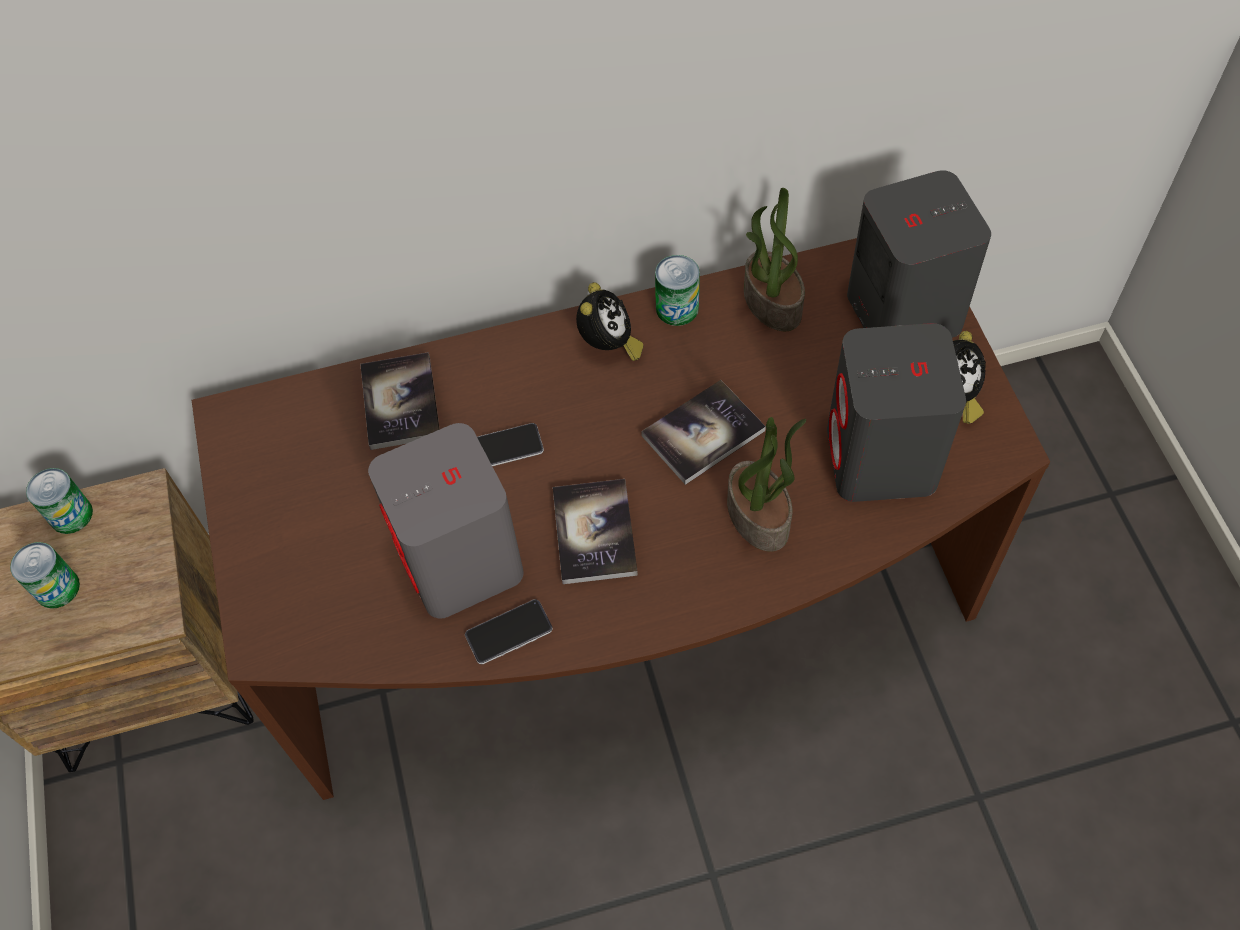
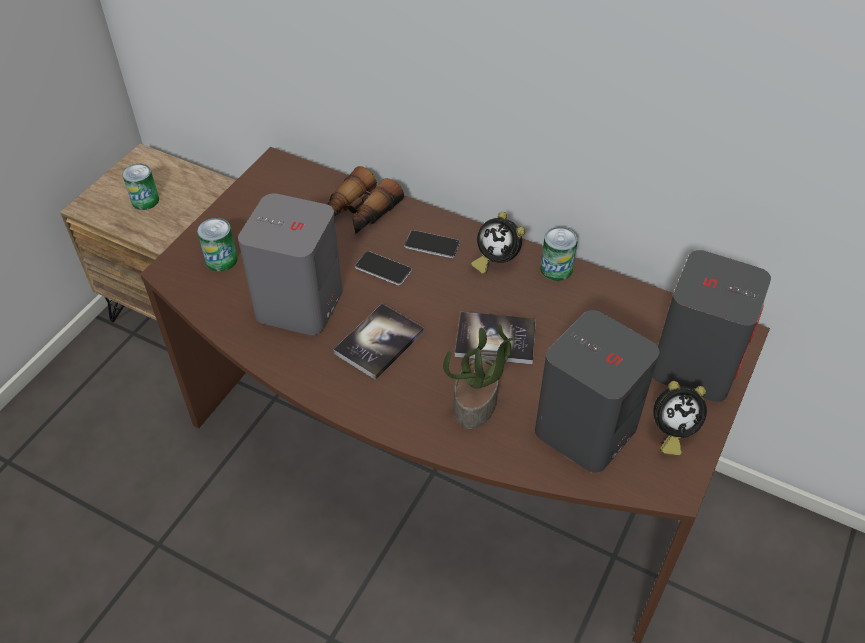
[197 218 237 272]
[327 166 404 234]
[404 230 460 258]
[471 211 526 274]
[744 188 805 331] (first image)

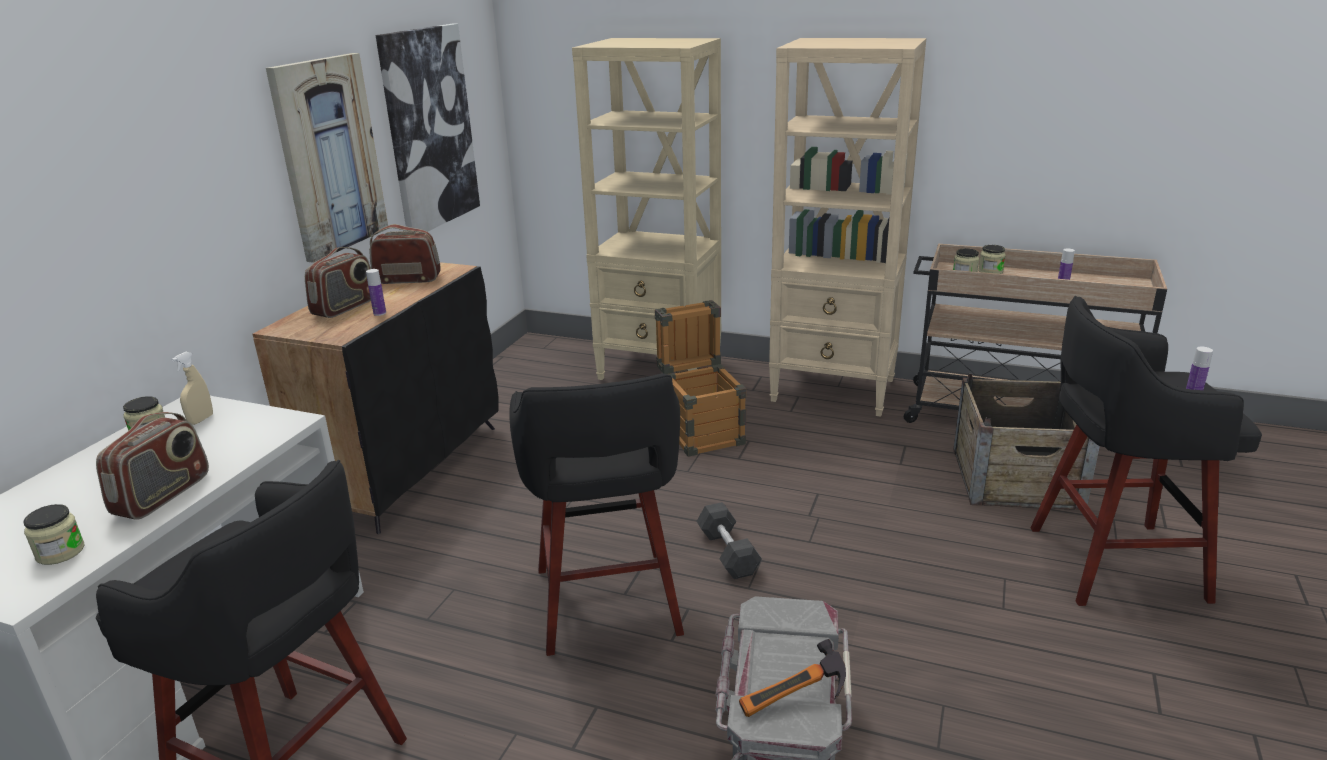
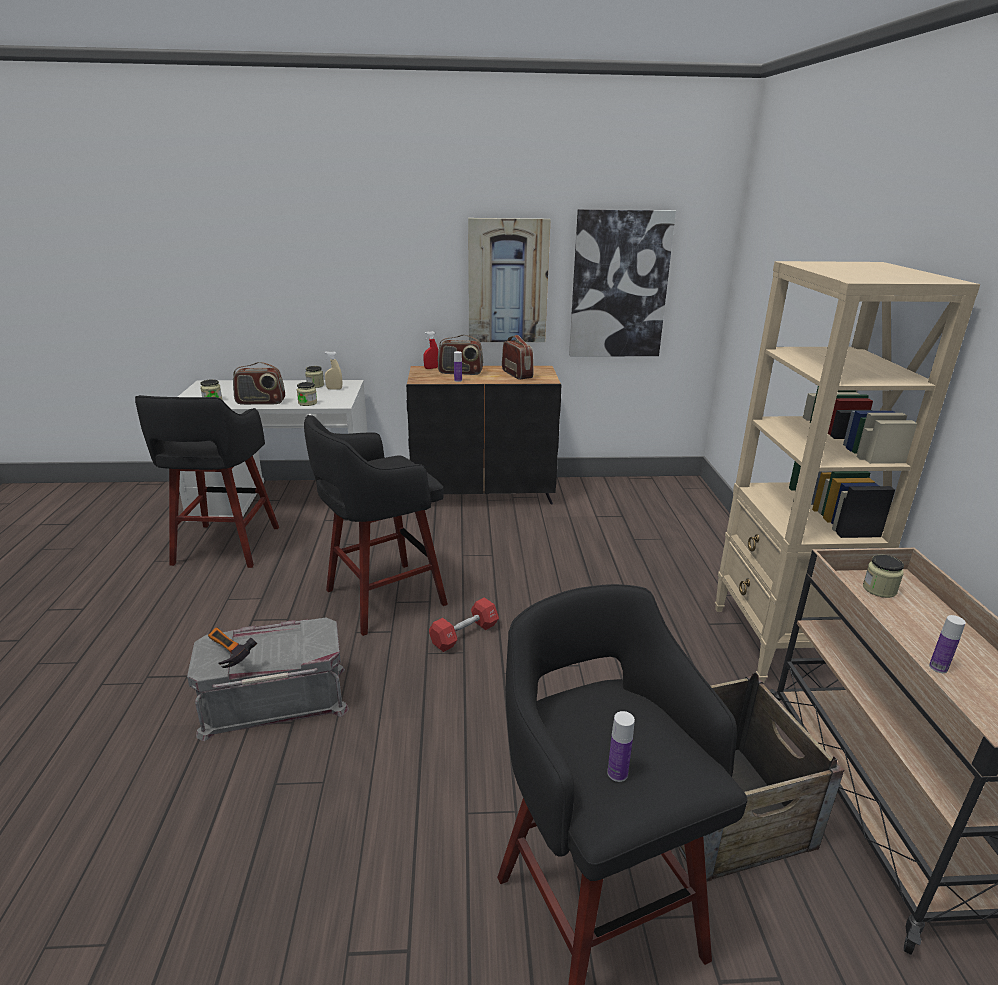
[297 382 317 406]
[423 331 438 369]
[429 597 499 652]
[572 38 721 380] (first image)
[655 300 747 457] (first image)

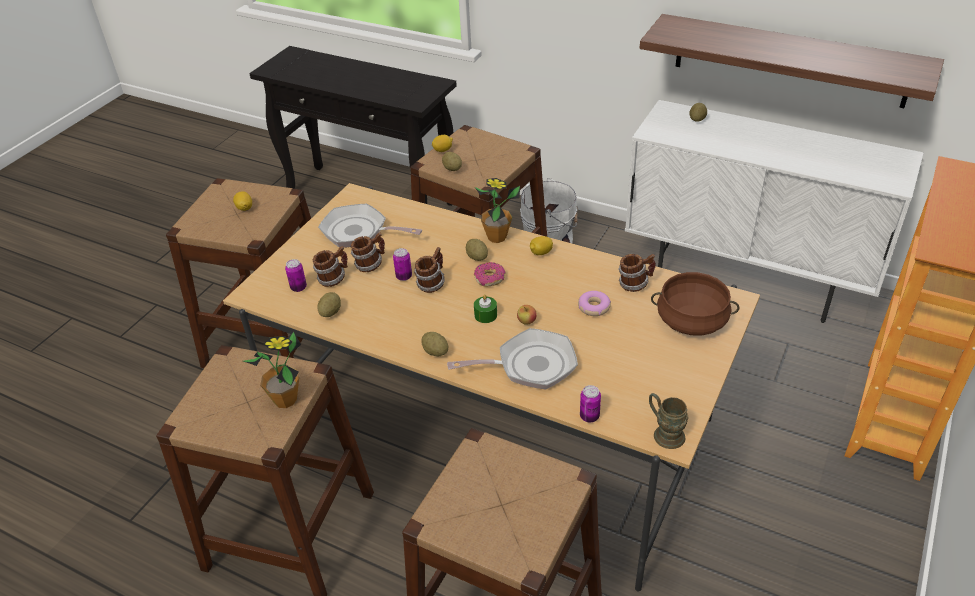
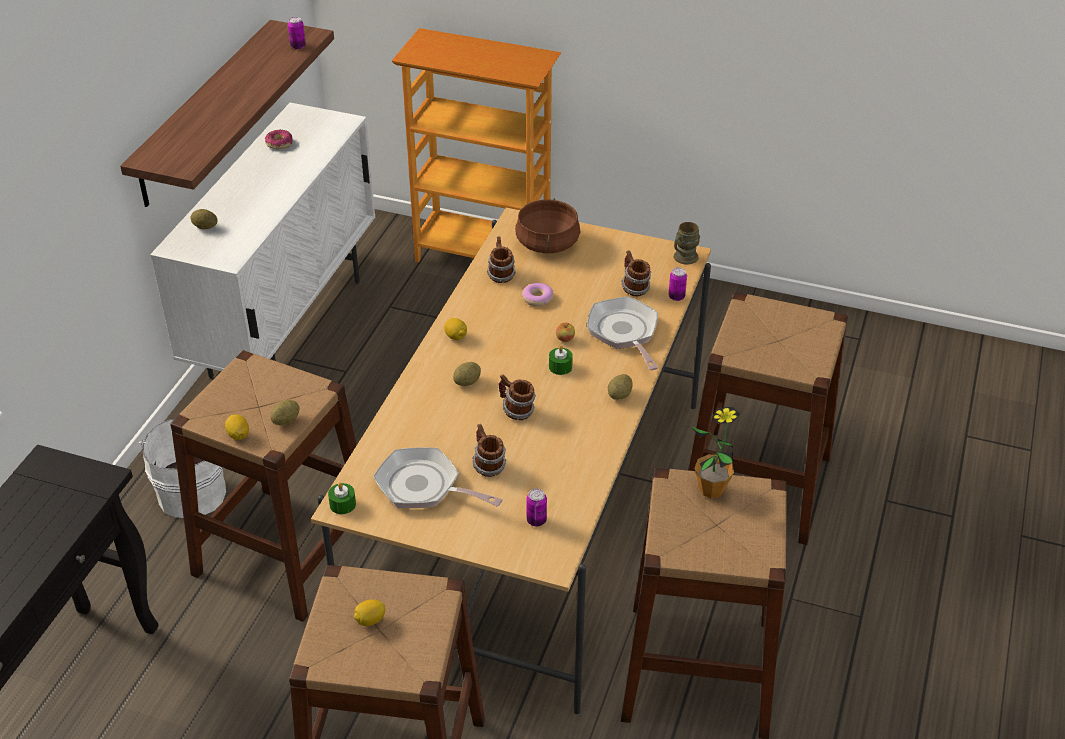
[265 129 293 149]
[288 17 306 49]
[328 482 356 514]
[373 447 503 508]
[621 250 651 296]
[318 292 341 317] (first image)
[475 178 520 243] (first image)

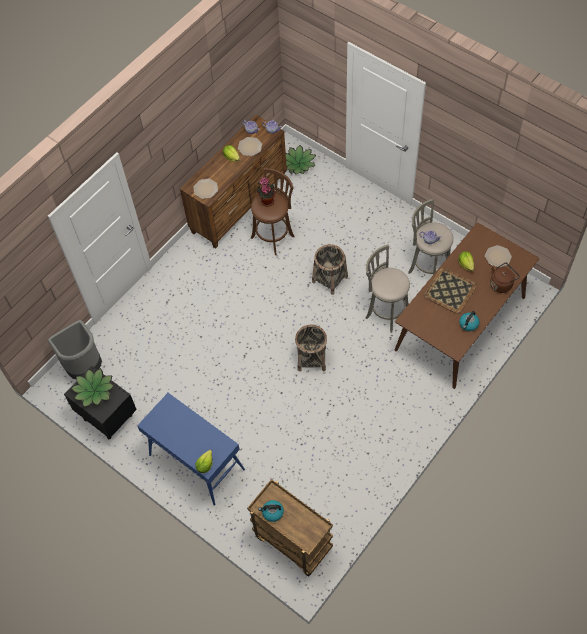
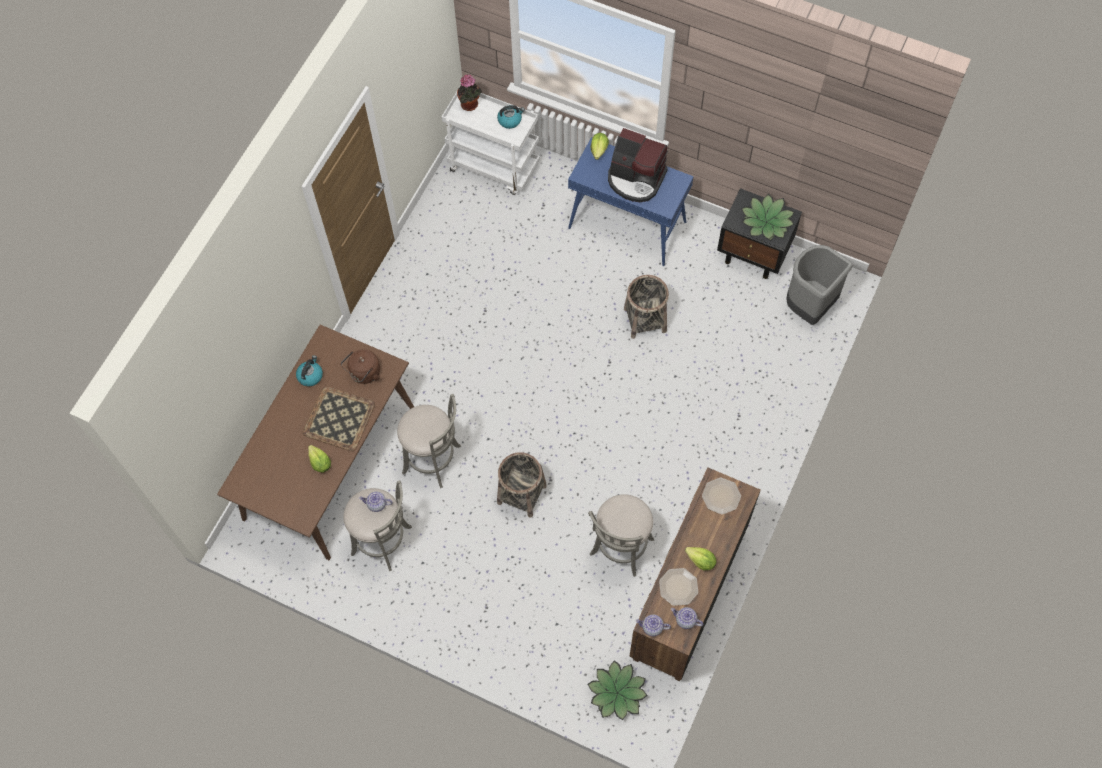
[341 349 380 384]
[441 85 540 195]
[457 74 482 111]
[588 494 654 577]
[608 128 668 202]
[624 275 669 339]
[485 245 512 268] (first image)

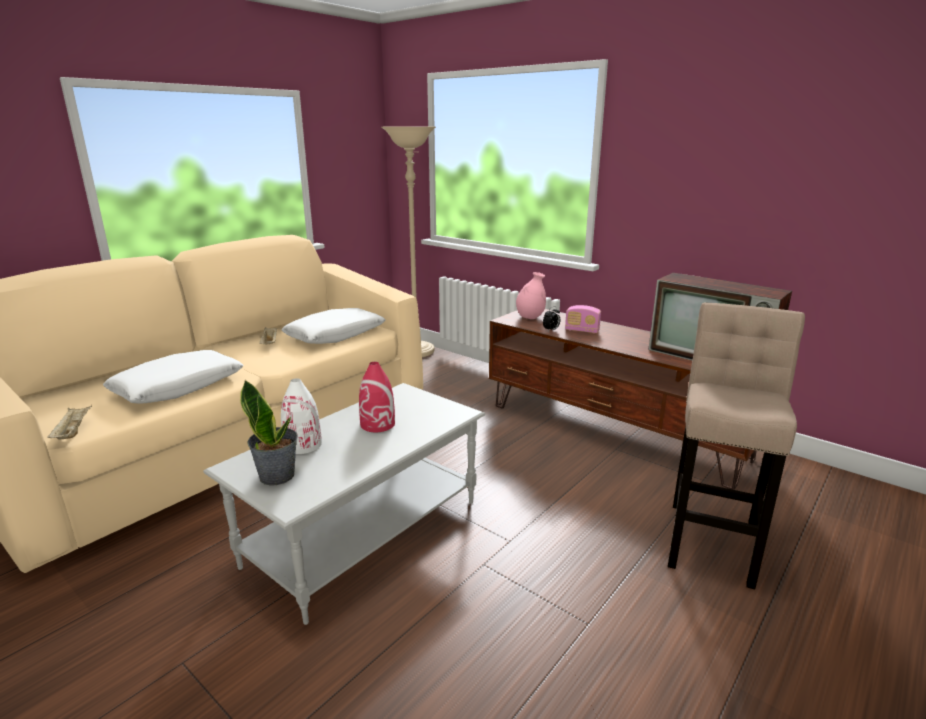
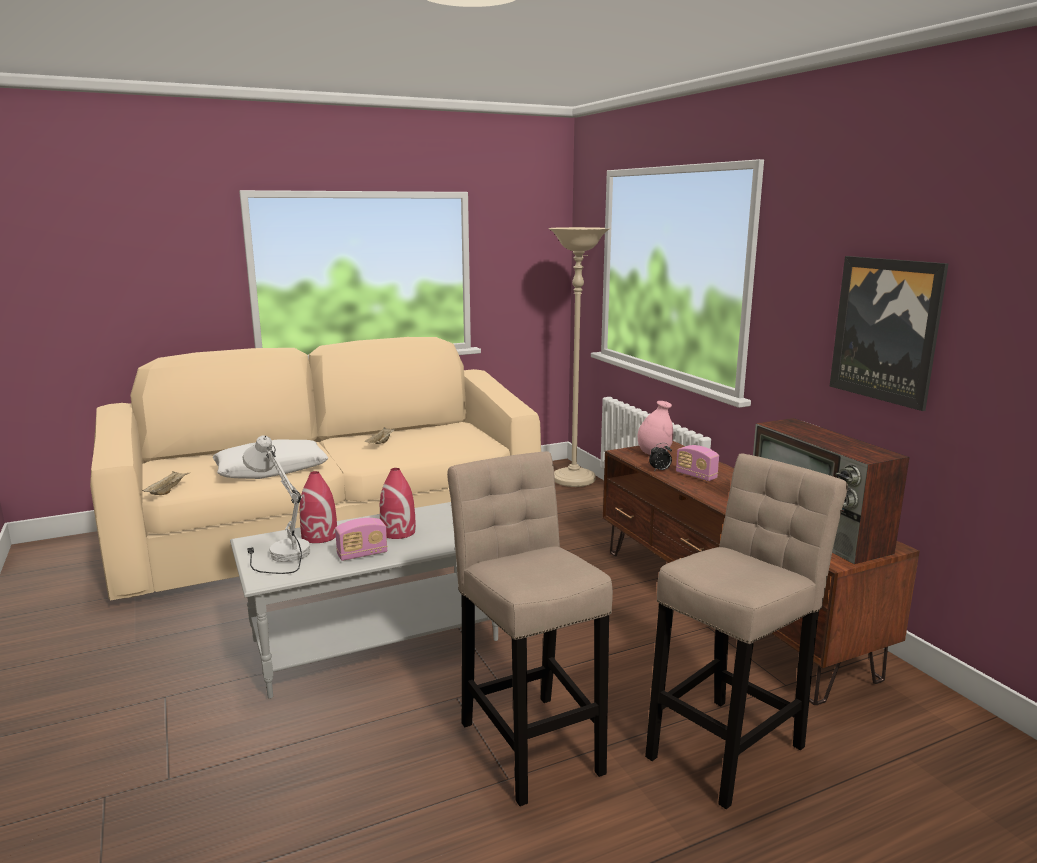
[242 435 310 574]
[300 471 337 543]
[335 518 387 561]
[447 451 613 806]
[830 256 949 411]
[282 308 385 344] (first image)

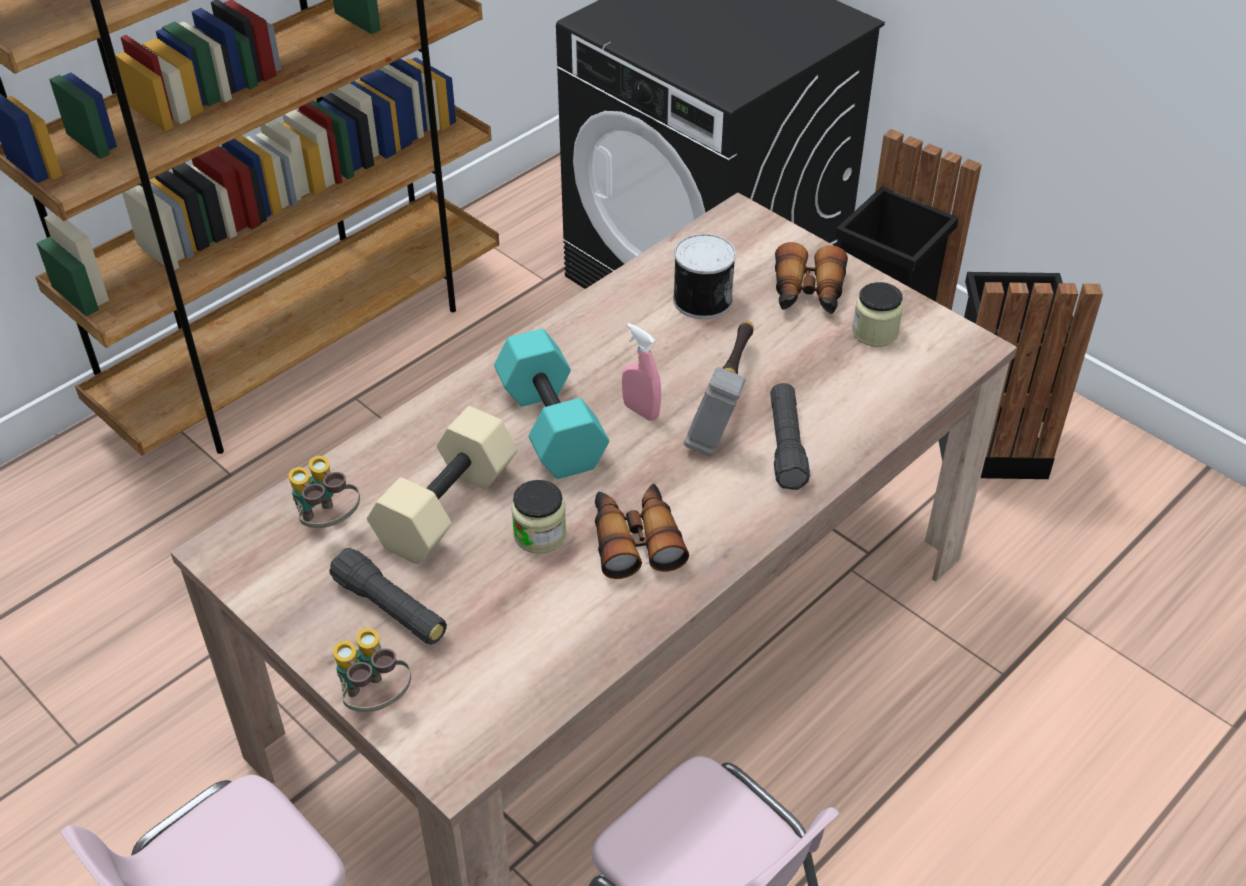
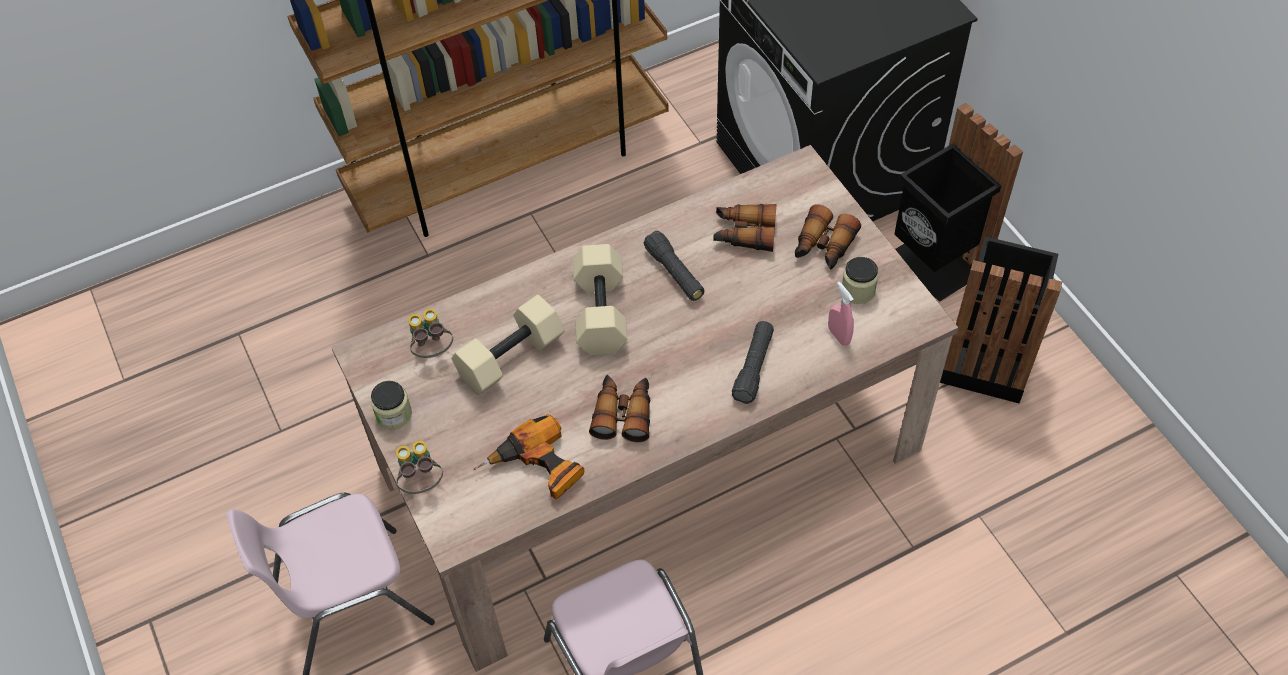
[371 381 412 430]
[473 414 585 499]
[573 244 627 355]
[644 231 705 301]
[713 204 777 252]
[828 281 854 346]
[683 320 754 457] (first image)

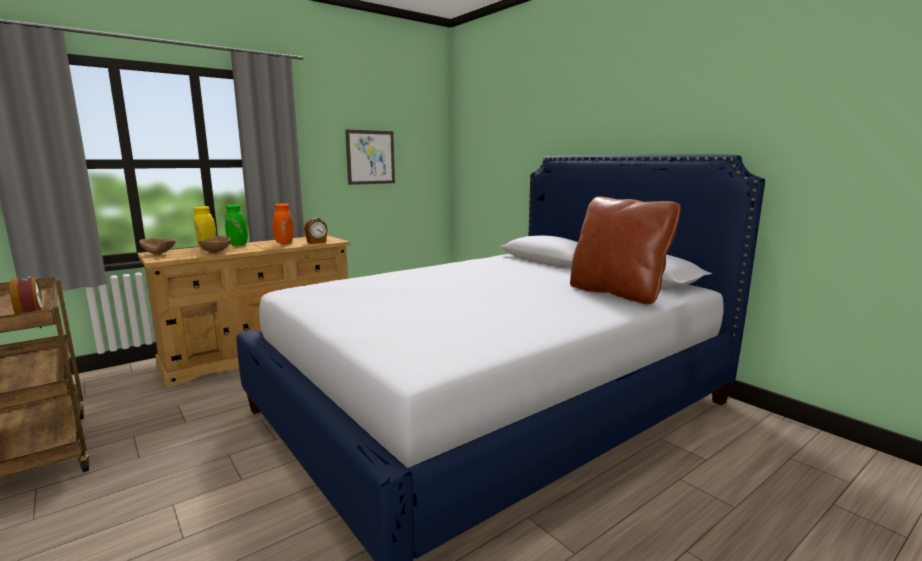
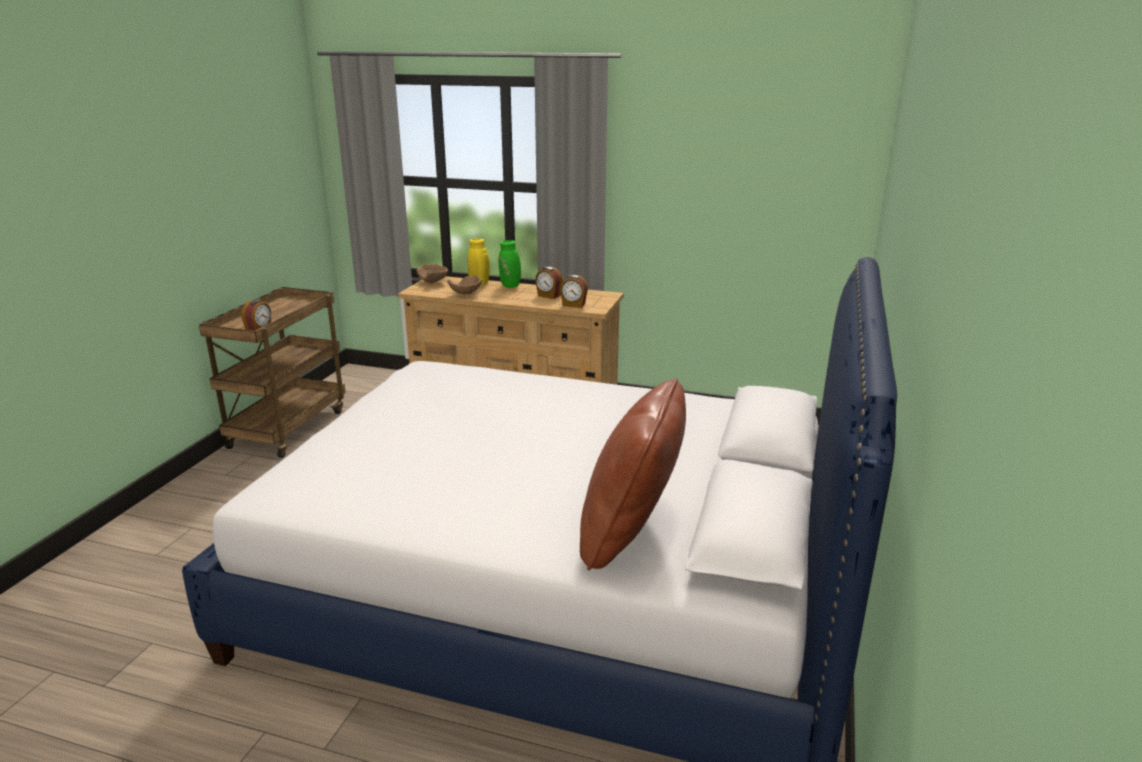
[535 267 563 299]
[345 130 395 185] (first image)

